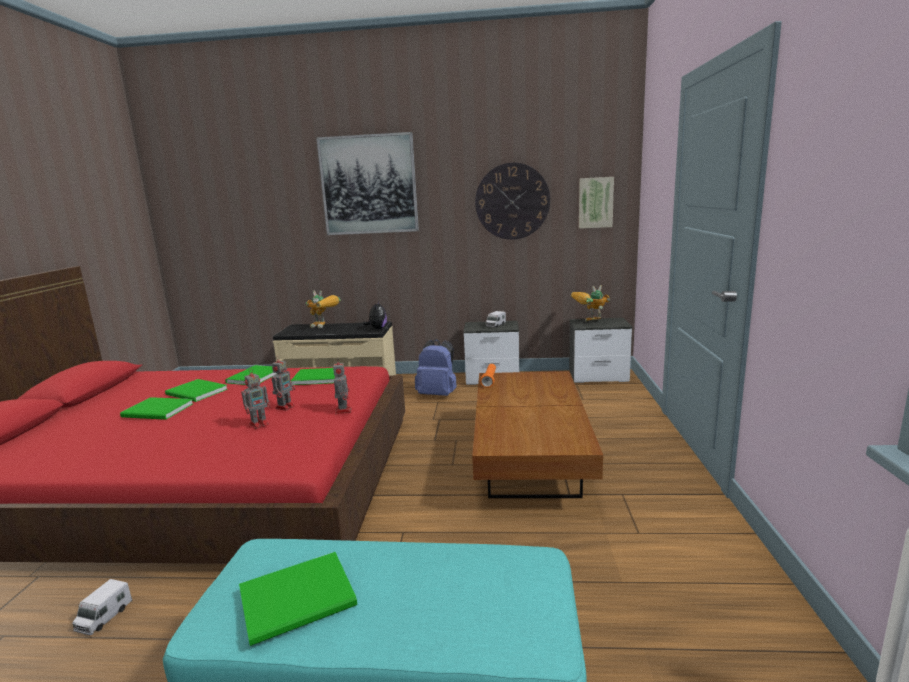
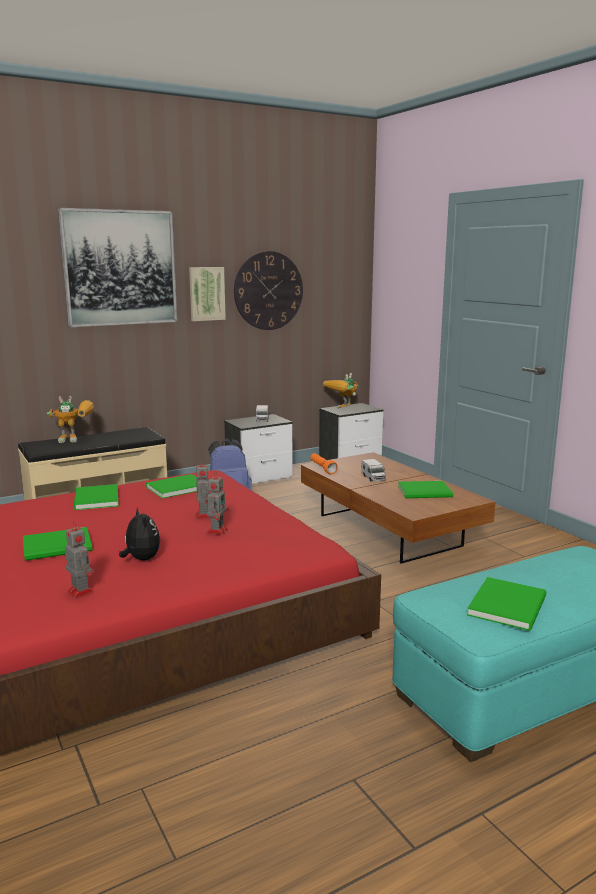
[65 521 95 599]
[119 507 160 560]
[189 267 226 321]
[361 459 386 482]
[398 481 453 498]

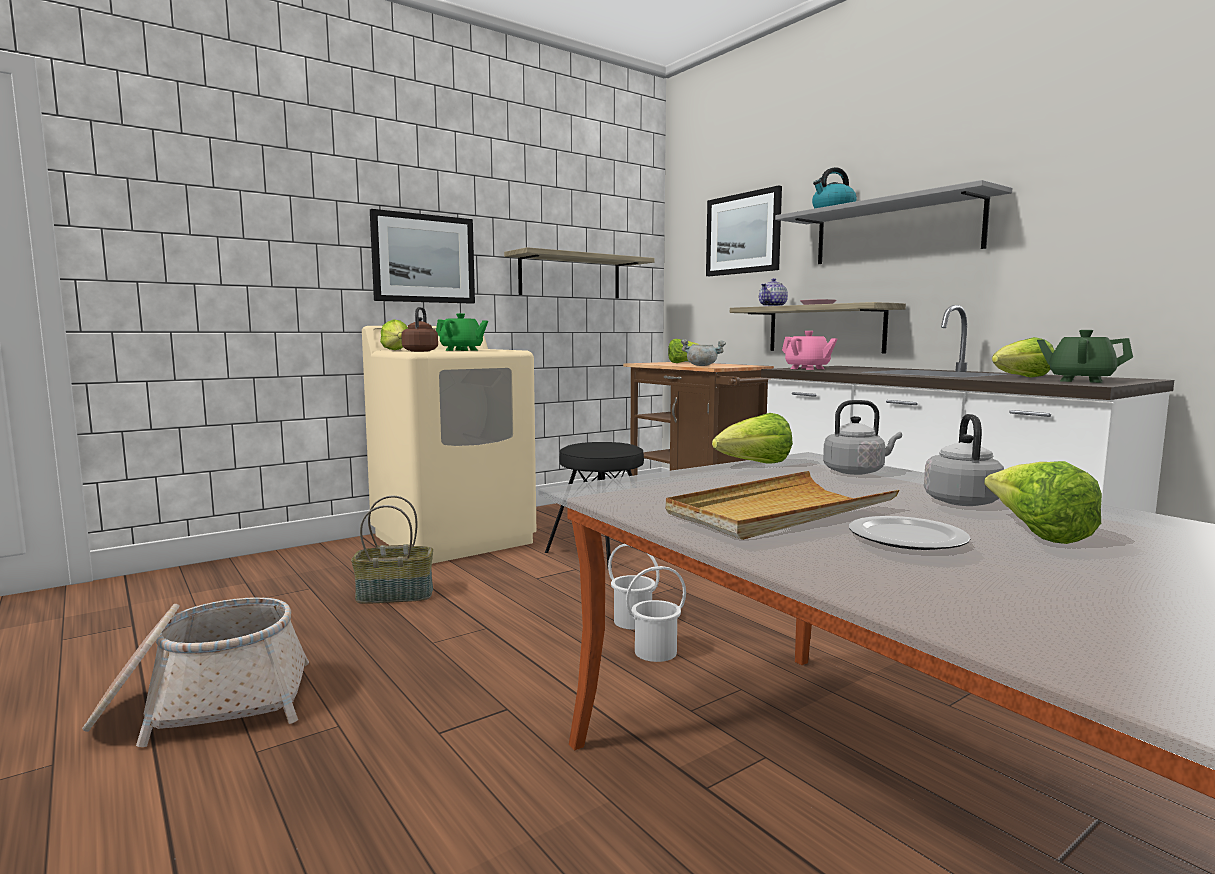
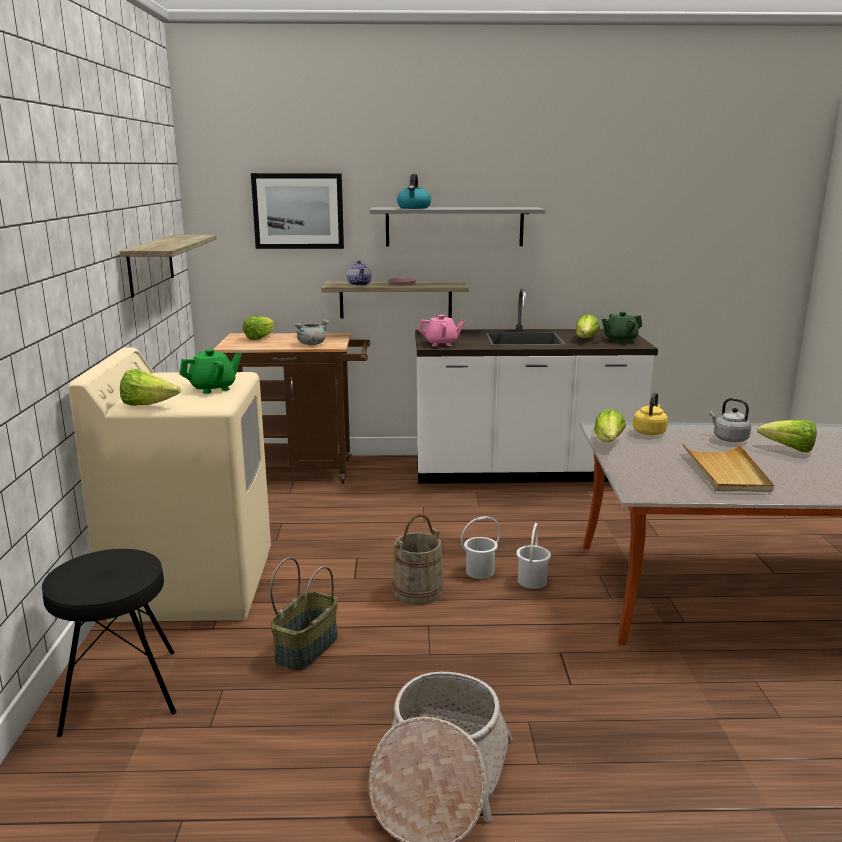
[42 549 176 737]
[392 514 444 605]
[633 392 668 435]
[370 209 475 304] (first image)
[401 307 438 352] (first image)
[849 516 971 550] (first image)

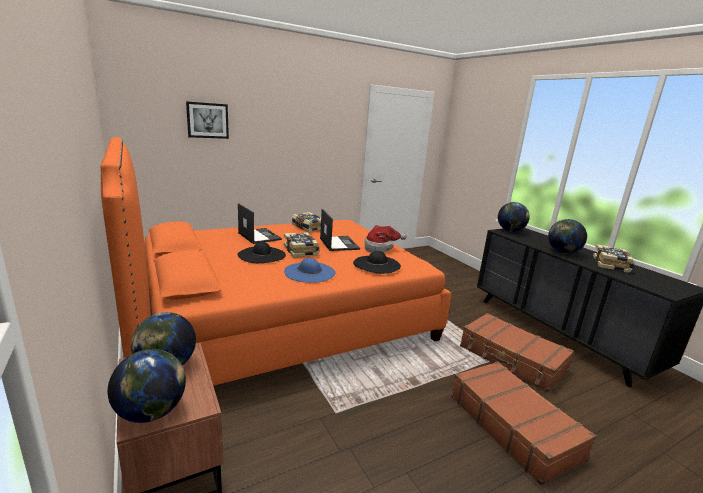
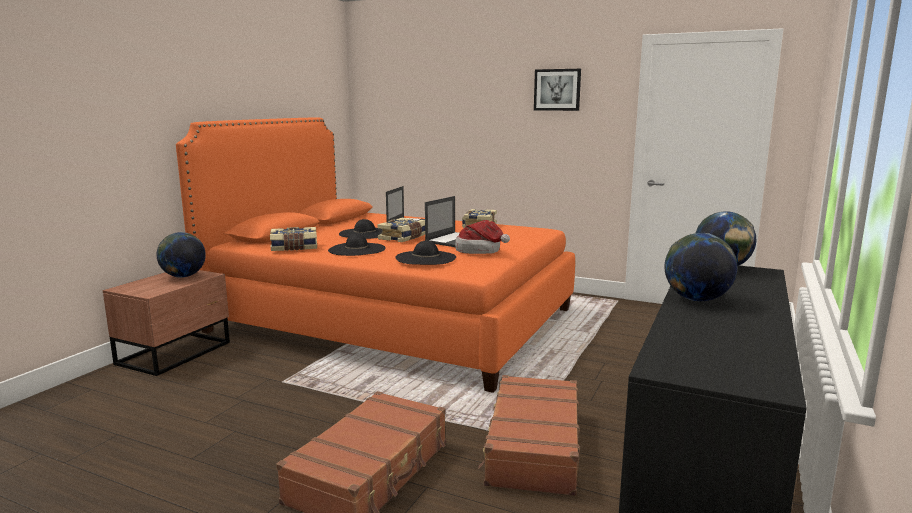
[270 227 317 251]
[328 233 386 256]
[534 69 581 111]
[108 349 186 423] (first image)

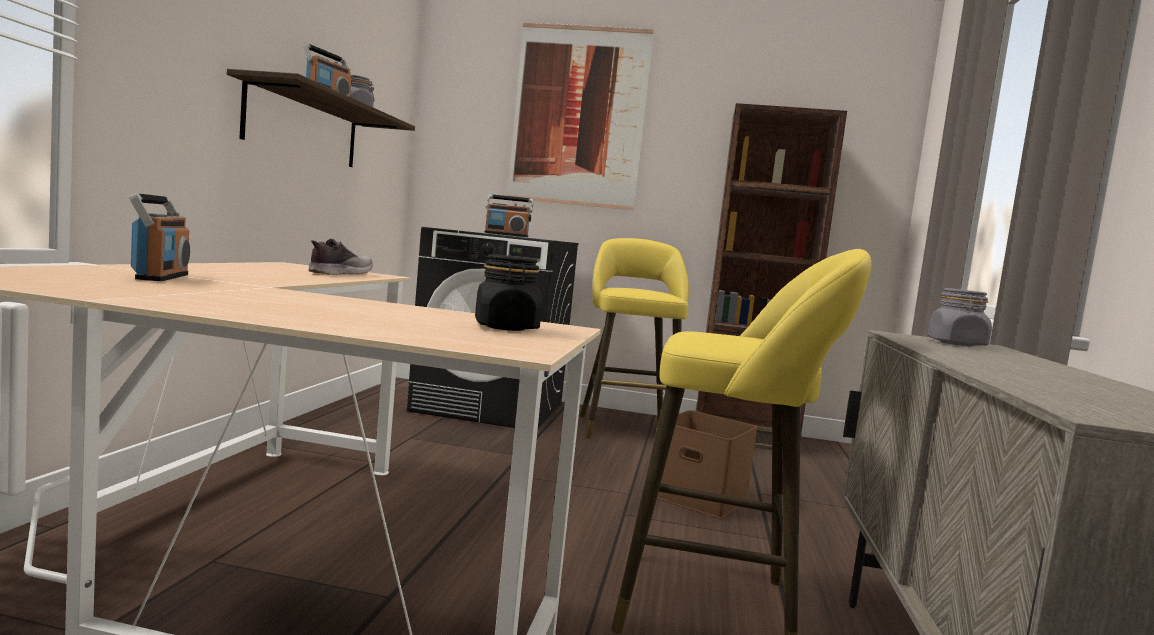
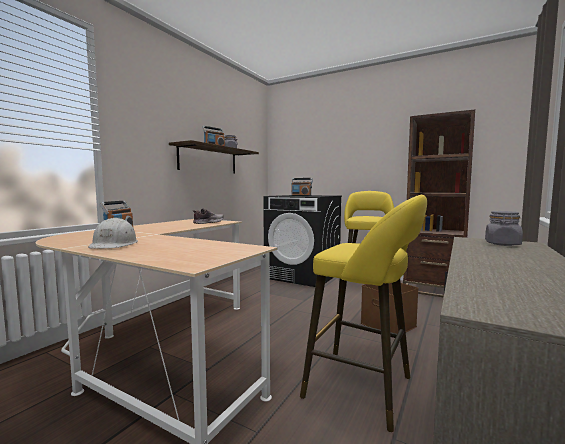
[88 218 138 249]
[475 254 542 331] (first image)
[507 23 654 210] (first image)

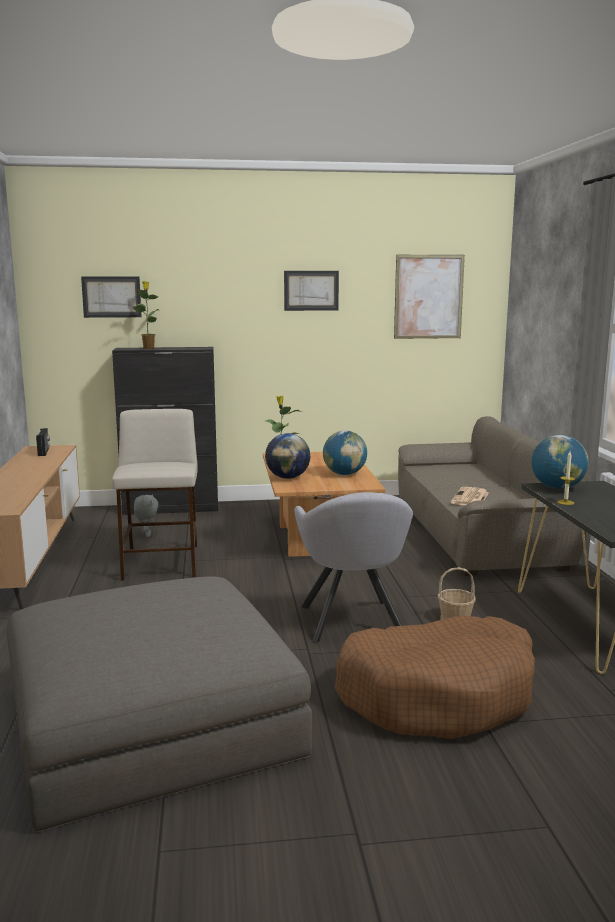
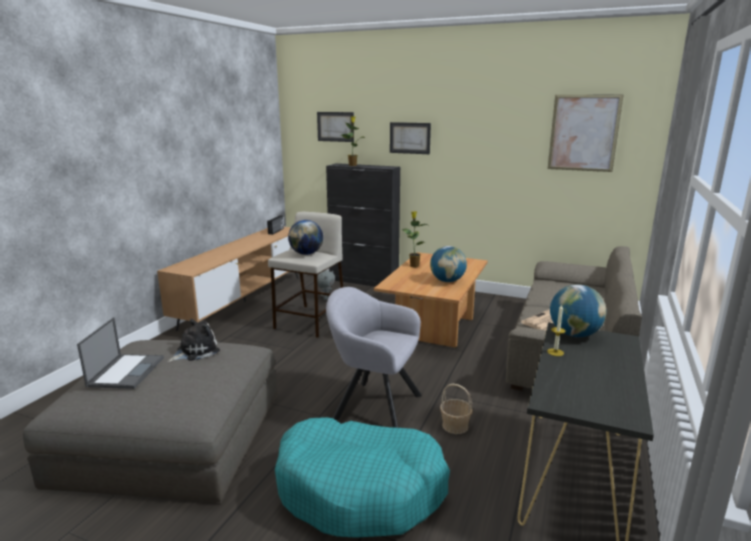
[77 317 164 389]
[167 319 220 362]
[275 417 450 538]
[288 220 323 255]
[326 287 422 428]
[390 122 431 154]

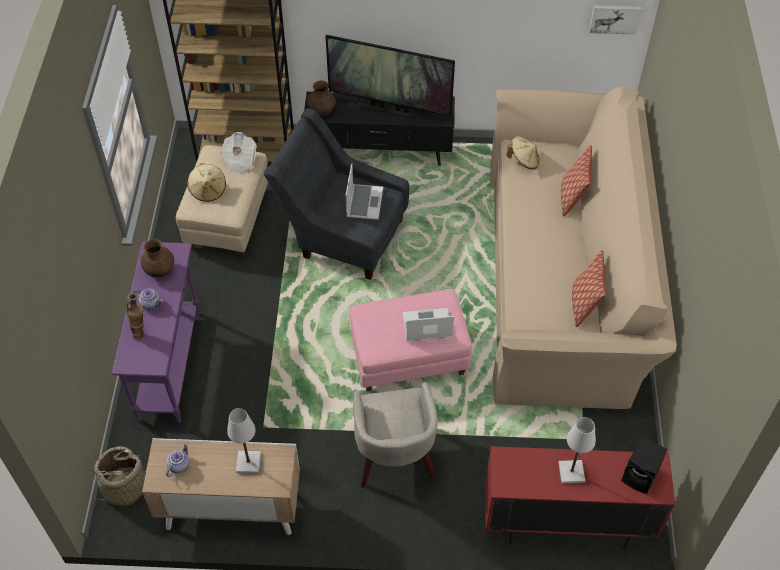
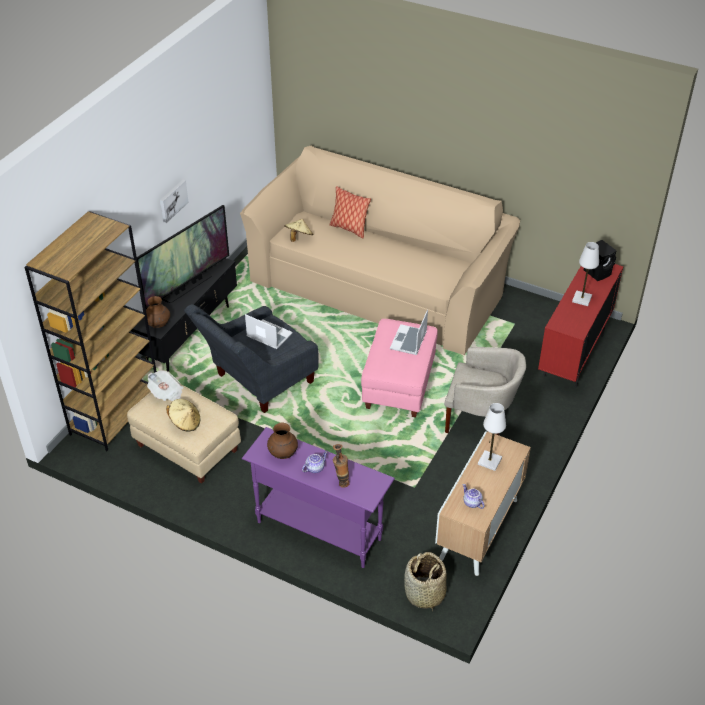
[160 179 189 223]
[572 250 606 327] (first image)

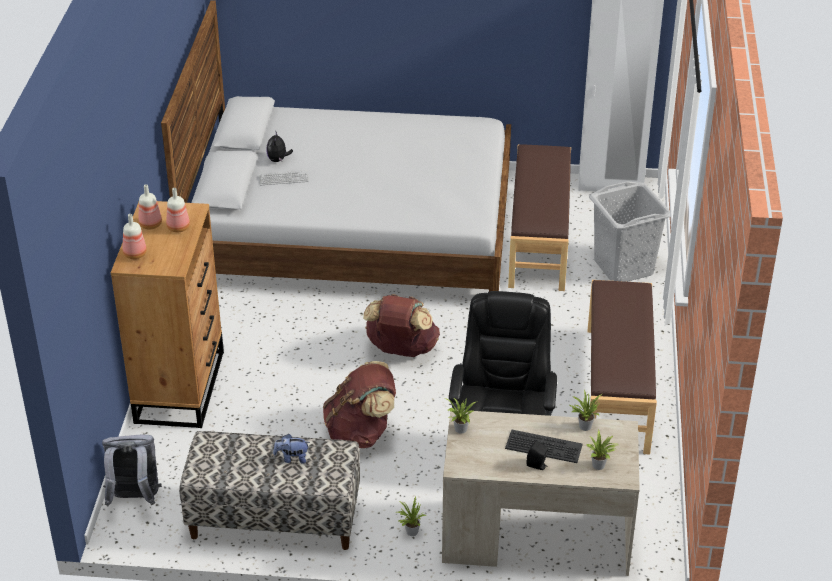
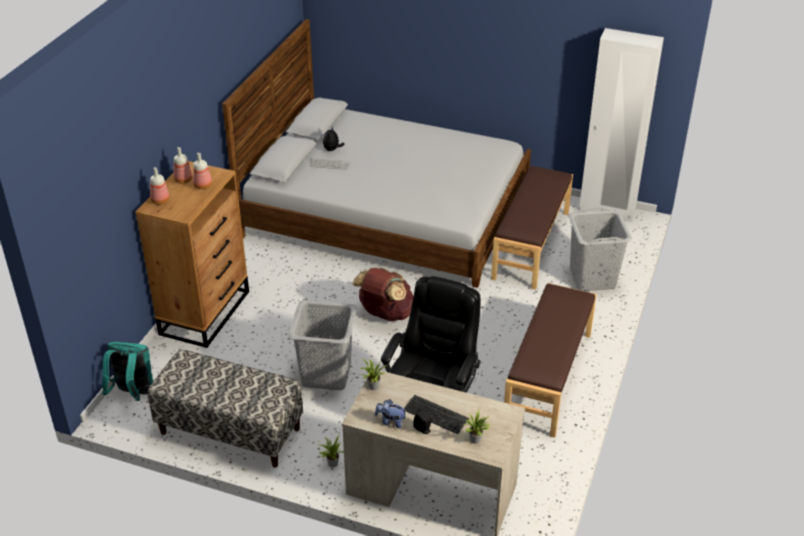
[102 342 153 401]
[288 300 357 390]
[375 399 407 428]
[570 390 602 431] (first image)

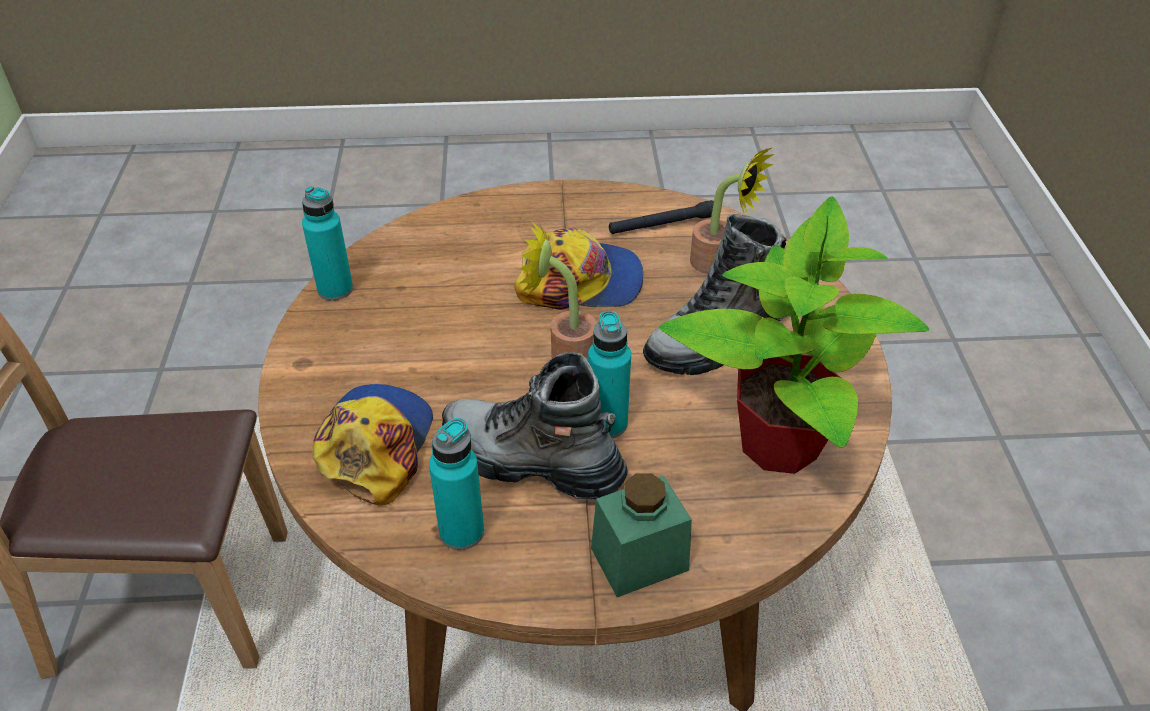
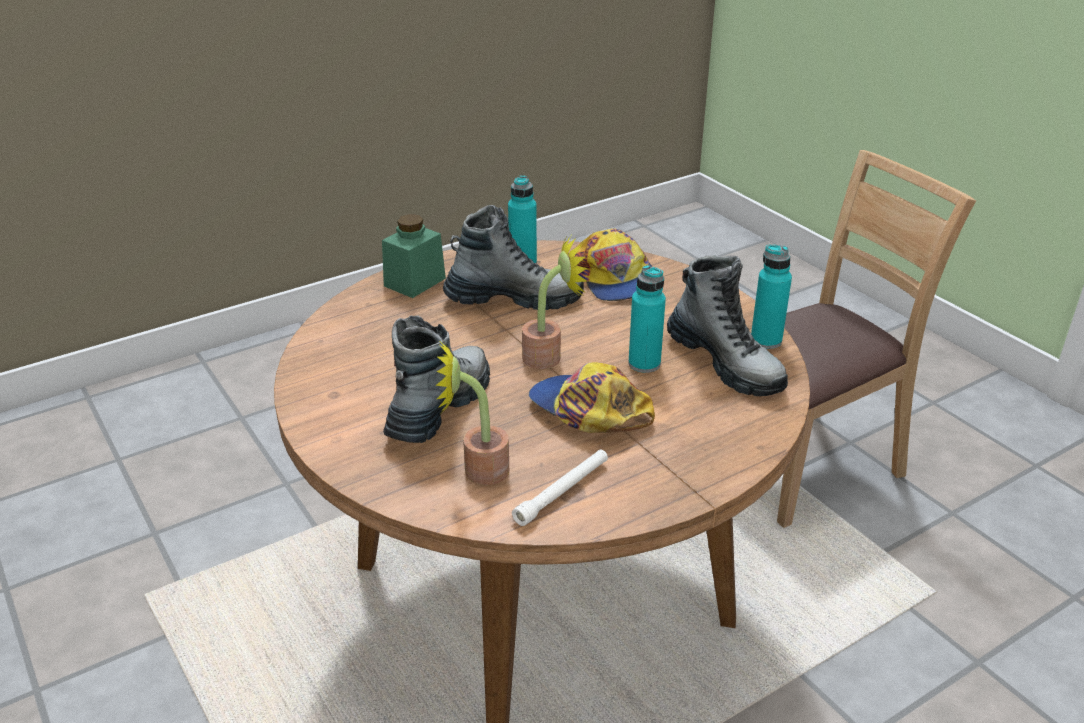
[512 449 608 526]
[529 362 655 433]
[628 265 666 373]
[667 255 788 396]
[659 196 929 474] (first image)

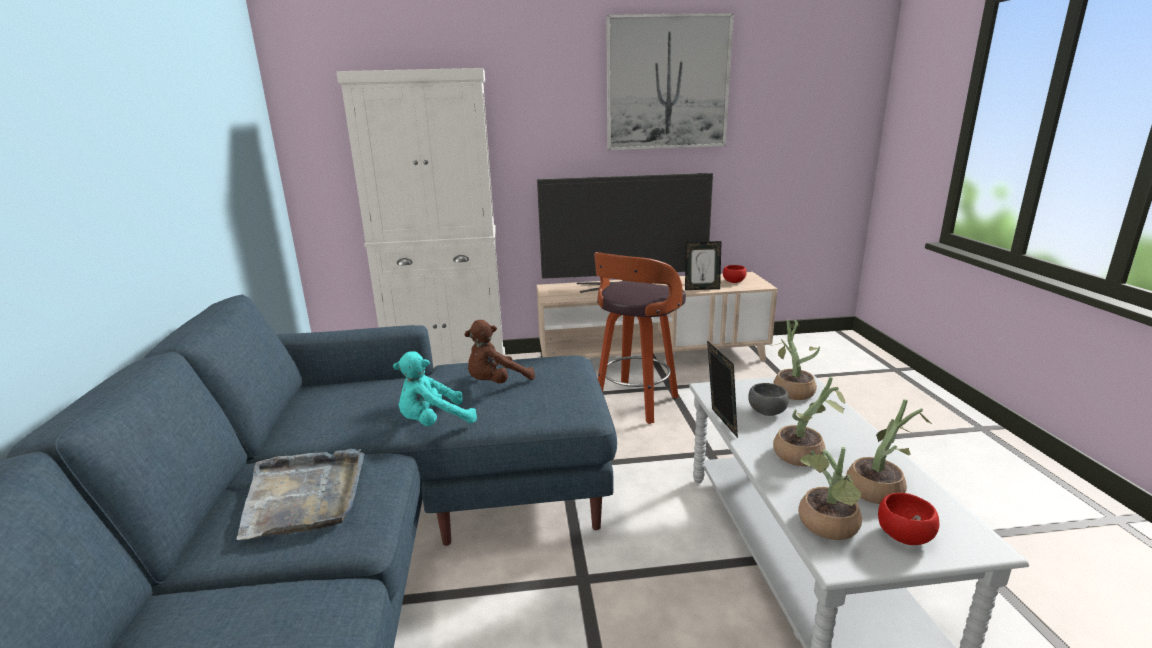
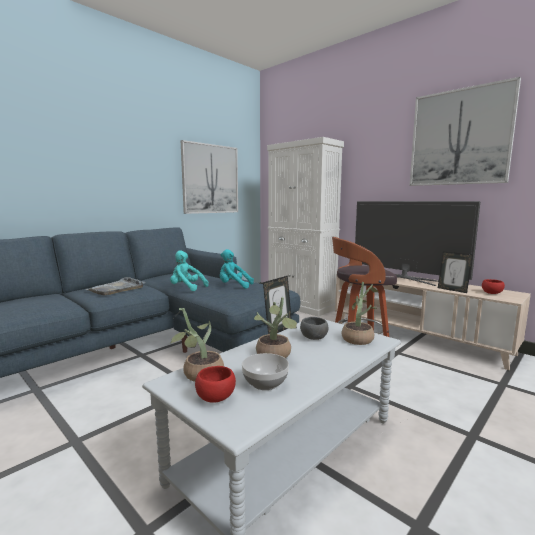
[181 140 238 214]
[220 249 254 289]
[242 353 289 390]

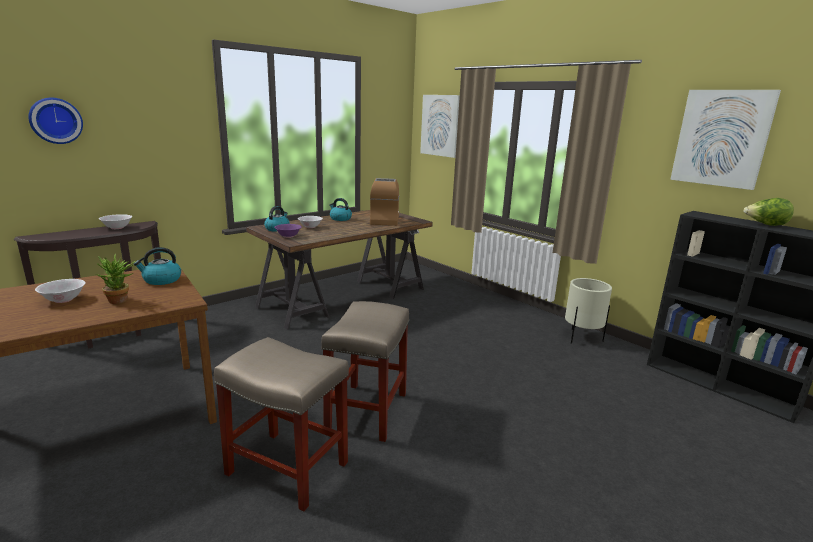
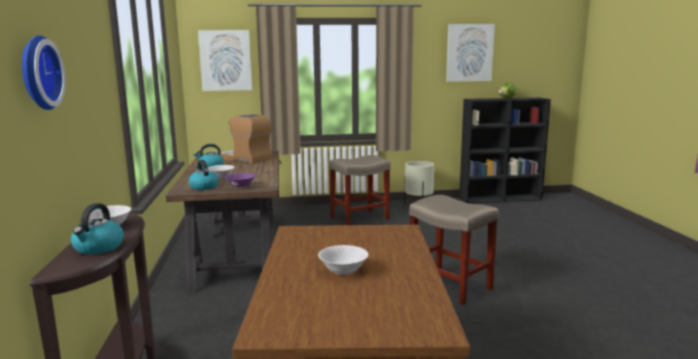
[71 203 124 255]
[329 155 391 225]
[95 254 136 304] (first image)

